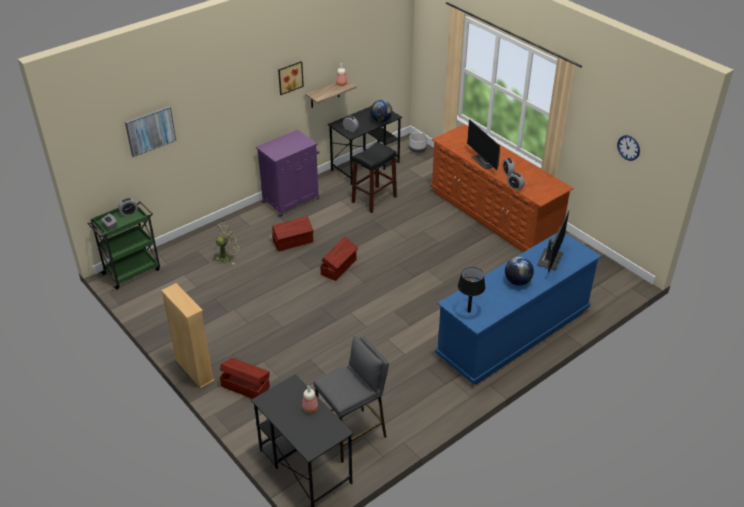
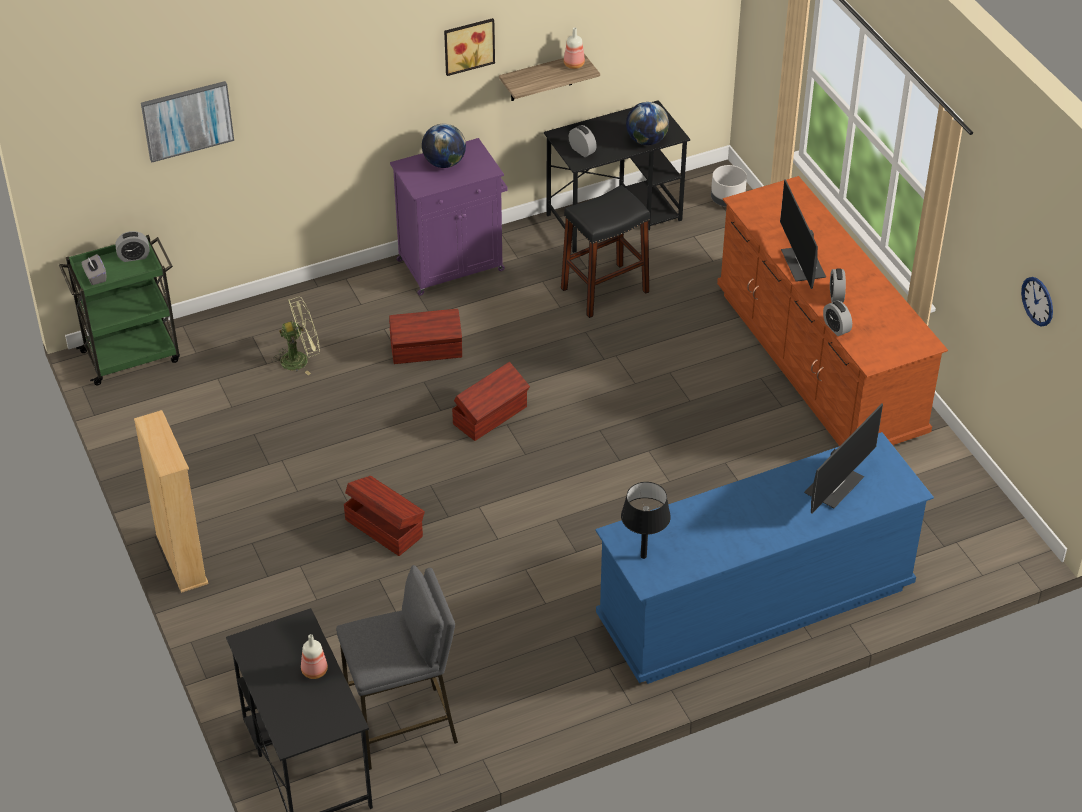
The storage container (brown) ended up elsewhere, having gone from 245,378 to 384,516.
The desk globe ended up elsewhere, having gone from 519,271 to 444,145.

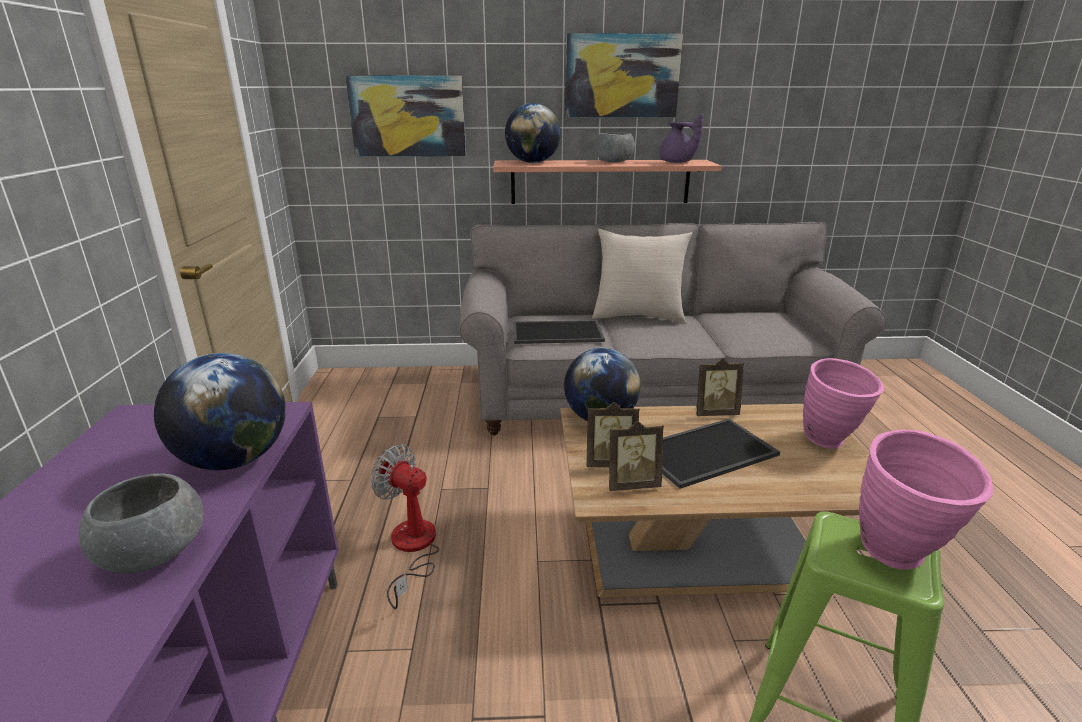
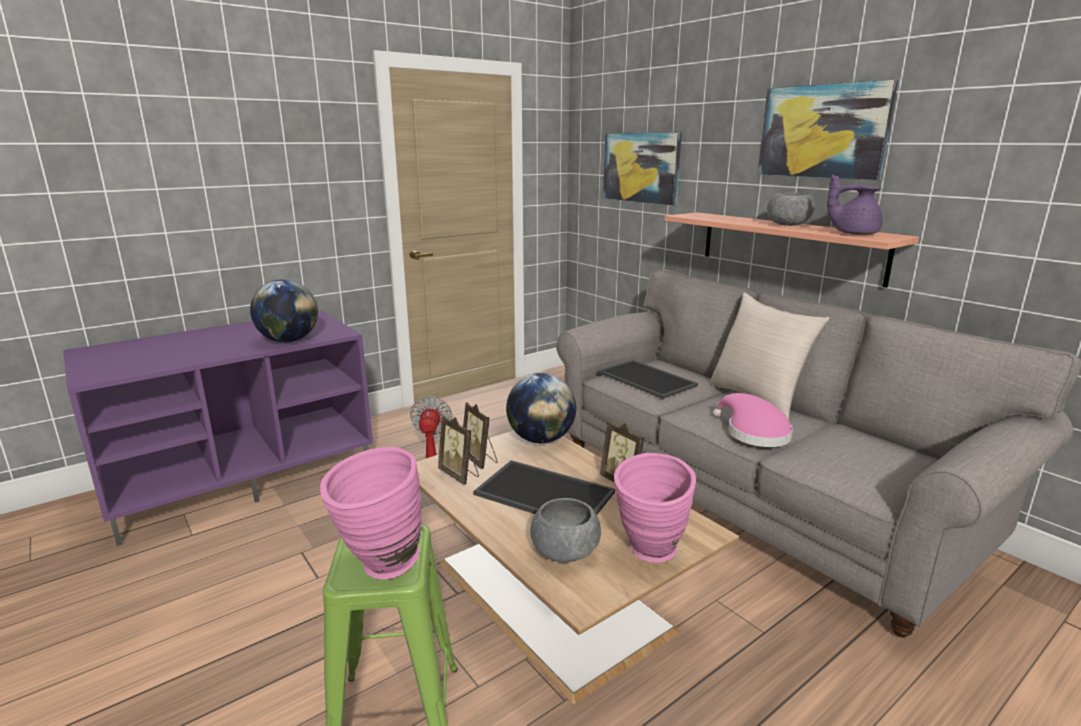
The serving bowl (grey) ended up elsewhere, having gone from 141,524 to 565,530.
The second view lost the desk globe at 533,133.
The tea pot (purplish) at 681,138 ended up facing another way, 90 degrees clockwise from before.
The second view gained the clothing hat (pinkish) at 753,420.

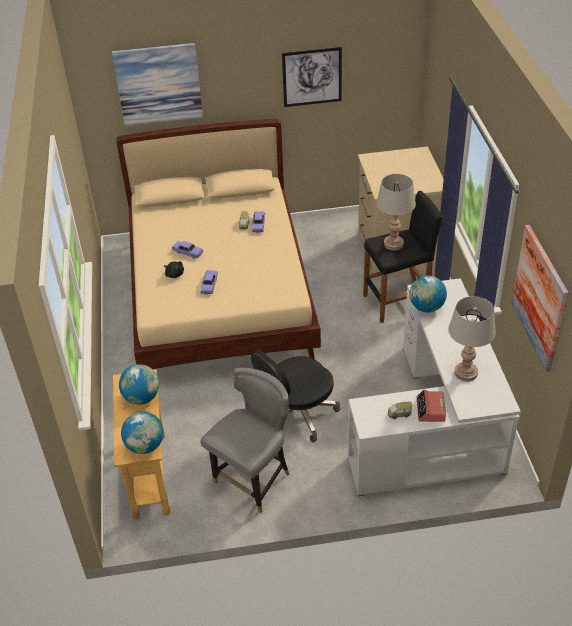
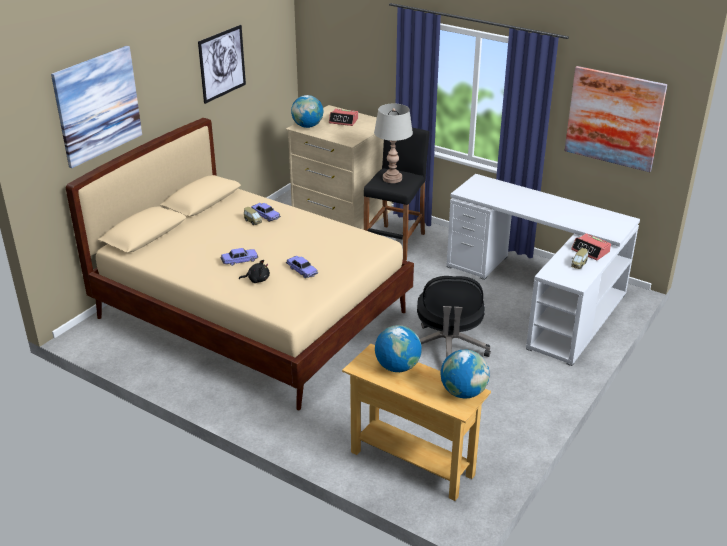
The second view lost the plain chair (grey) at 245,440.
The desk globe ended up elsewhere, having gone from 428,294 to 307,111.
The second view lost the lamp for a table (grey) at 472,339.
The second view gained the alarm clock at 343,117.

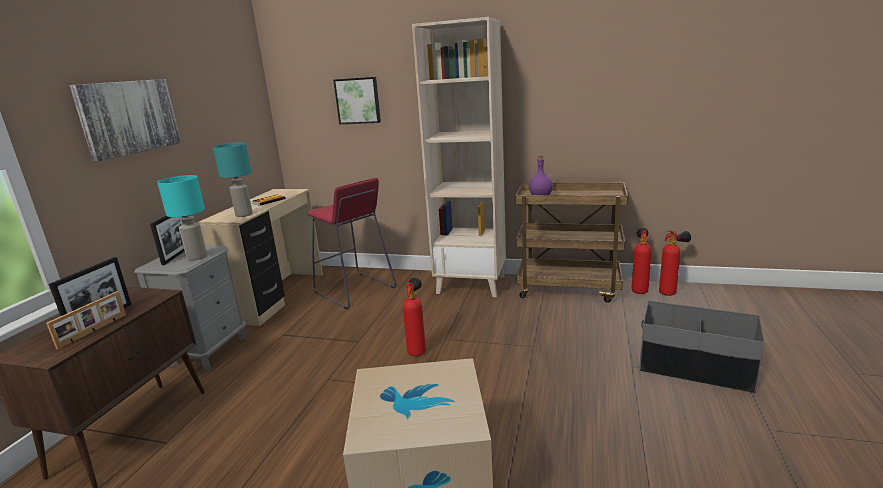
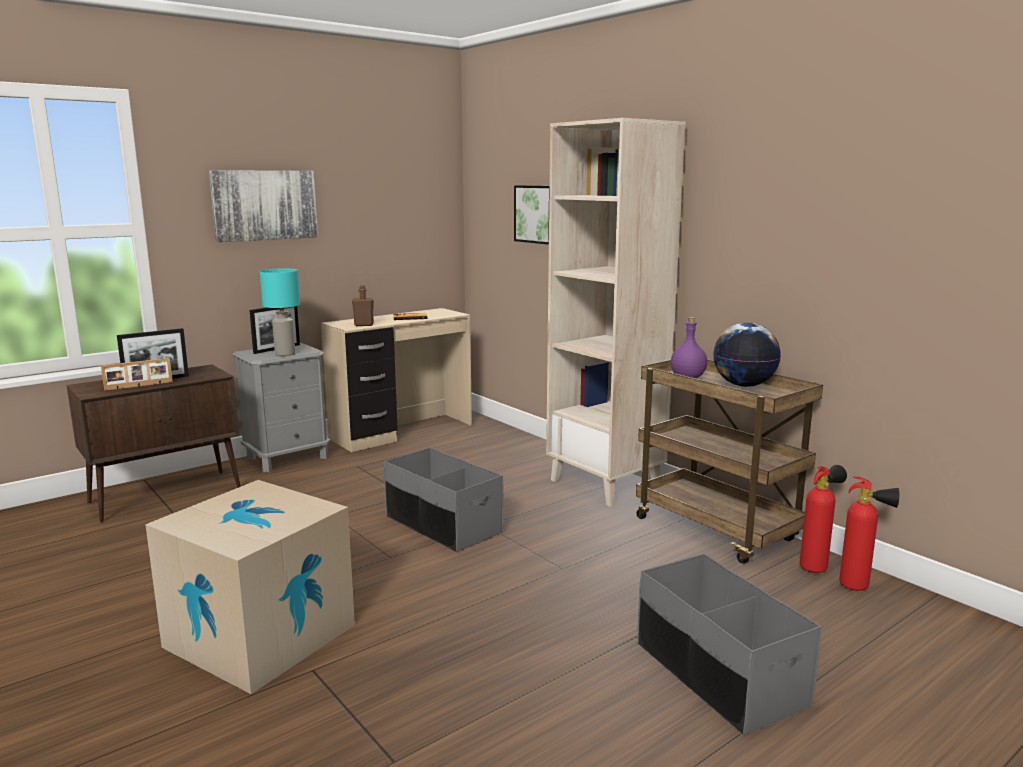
Where the lamp for a table (blue-green) stood at 233,179, the beverage bottle (brown) came to stand at 363,305.
The second view lost the stool seat (reddish) at 352,243.
Where the fire-fighting cylinder stood at 414,317, the storage container (grey) came to stand at 444,499.
The second view gained the desk globe at 747,354.

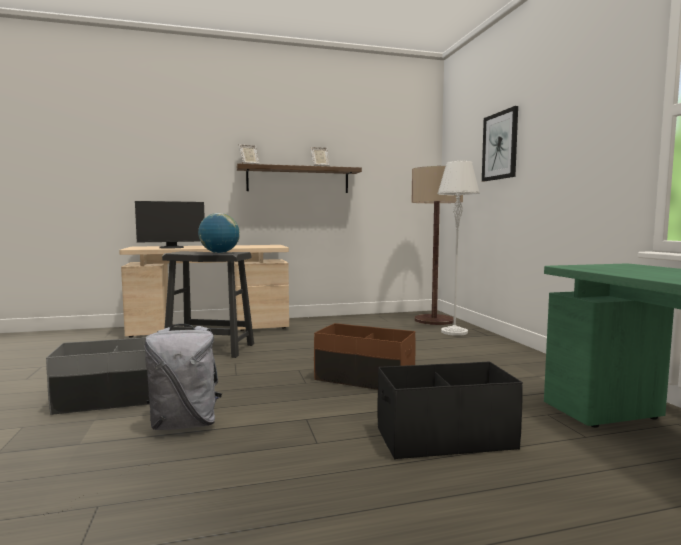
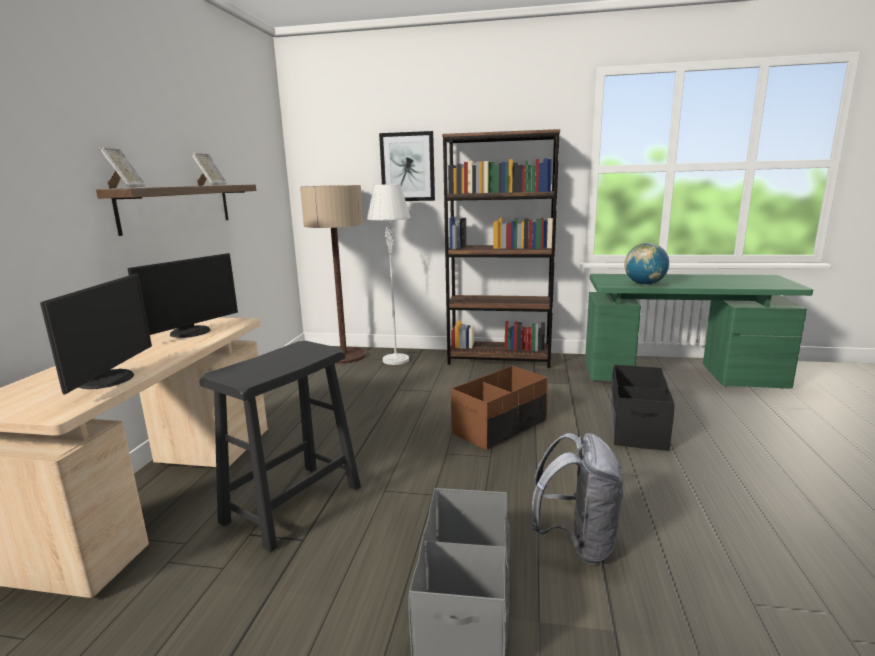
The desk globe ended up elsewhere, having gone from 219,233 to 647,264.
The second view gained the monitor at 182,295.
The second view gained the bookshelf (brown) at 501,248.

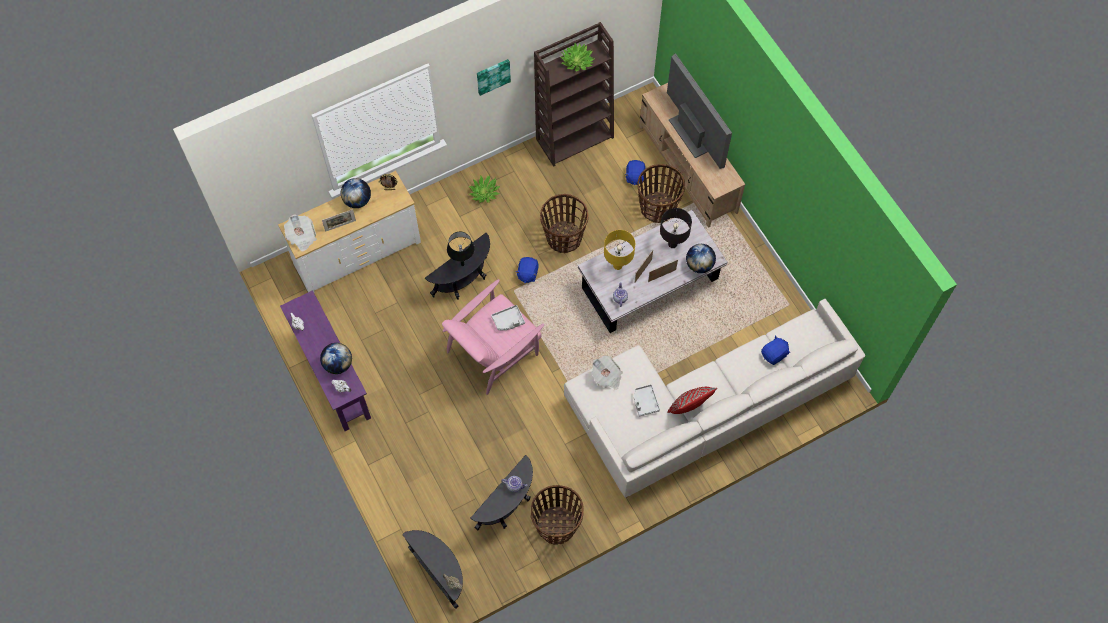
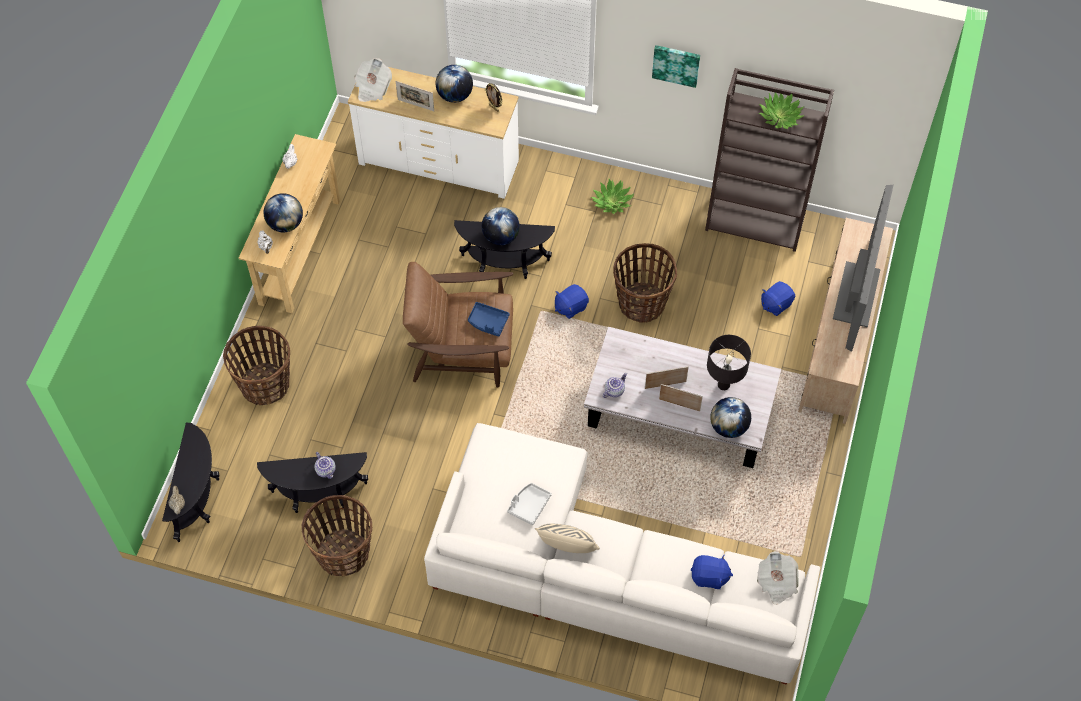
What was the console table (purplish) at 325,360 turned into the console table (sand-coloured) at 289,223.
What was the armchair (pinkish) at 493,337 turned into the armchair (brown) at 458,325.
Where the lamp for a table (blackish) stood at 461,249, the desk globe came to stand at 501,226.
What was the tray (grey) at 508,317 turned into the tray (bluish) at 488,319.
The daily paper ended up elsewhere, having gone from 607,373 to 778,578.
The second view lost the lamp for a table (yellow-coloured) at 619,250.
The storage basket ended up elsewhere, having gone from 661,193 to 256,365.
What was the cushion (reddish) at 692,400 turned into the cushion (sand-coloured) at 567,538.

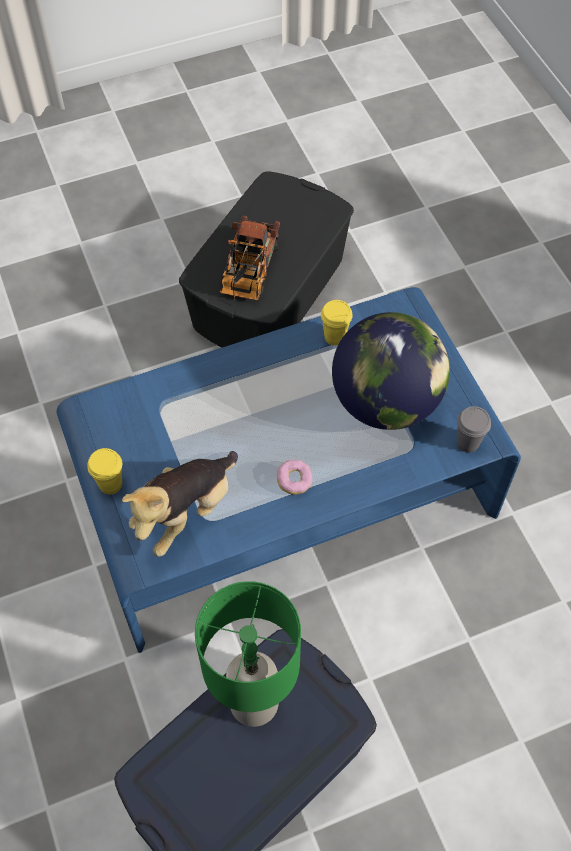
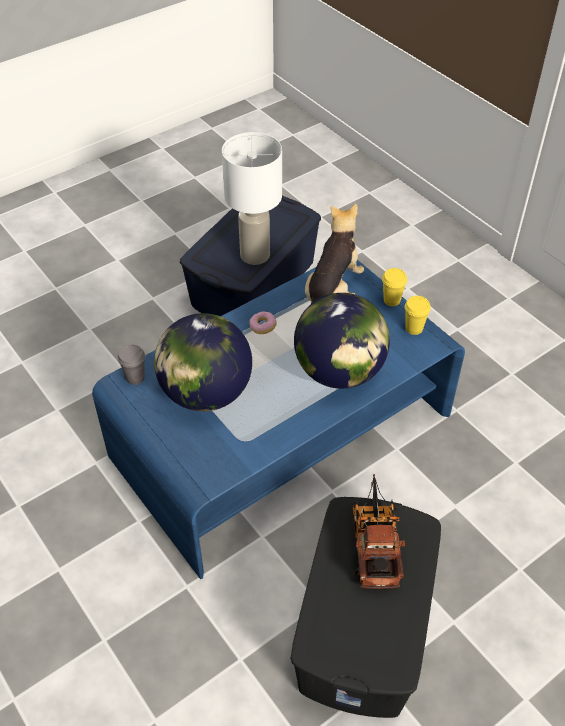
What was the lamp for a table (greenish) at 248,654 turned into the lamp for a table (whitish) at 252,198.
The drinking cup (yellow-coloured) ended up elsewhere, having gone from 337,323 to 418,315.
The second view gained the desk globe at 342,341.

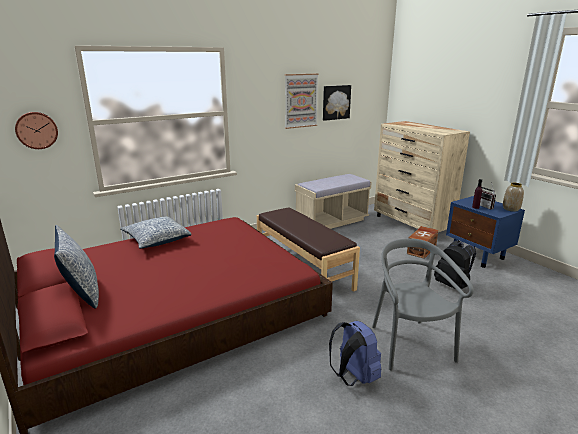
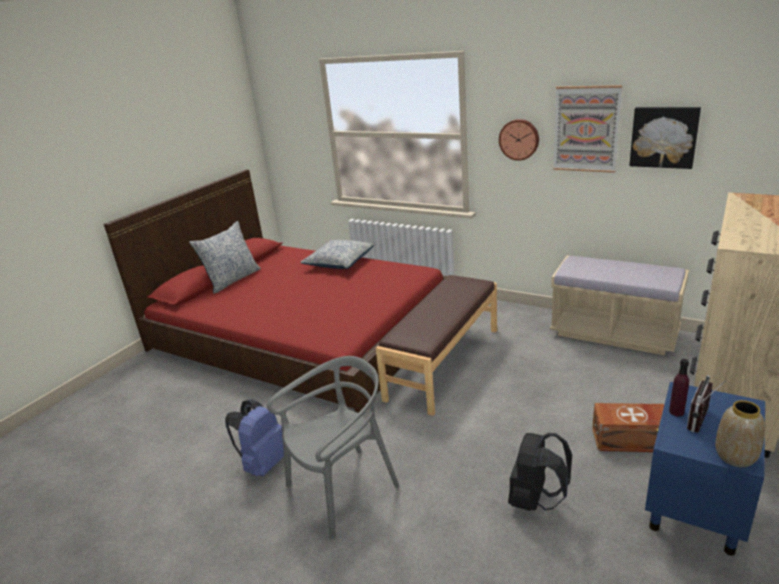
The wall clock ended up elsewhere, having gone from 36,130 to 519,140.

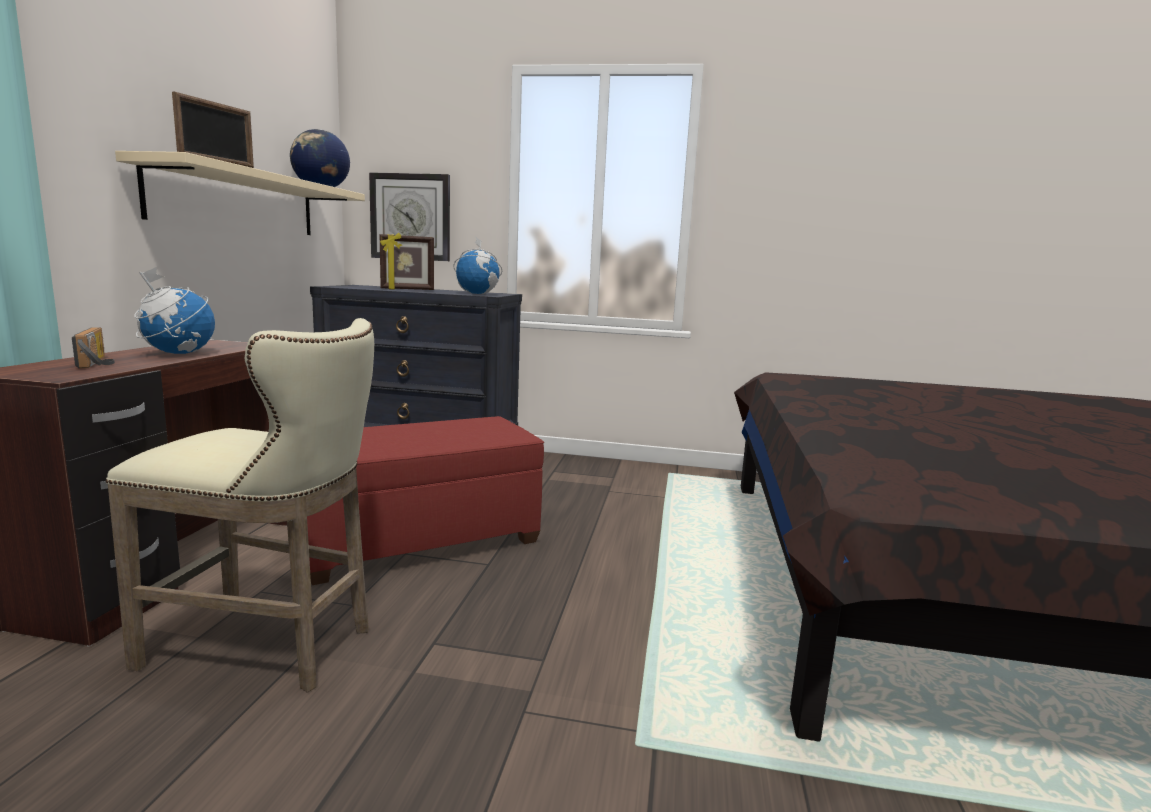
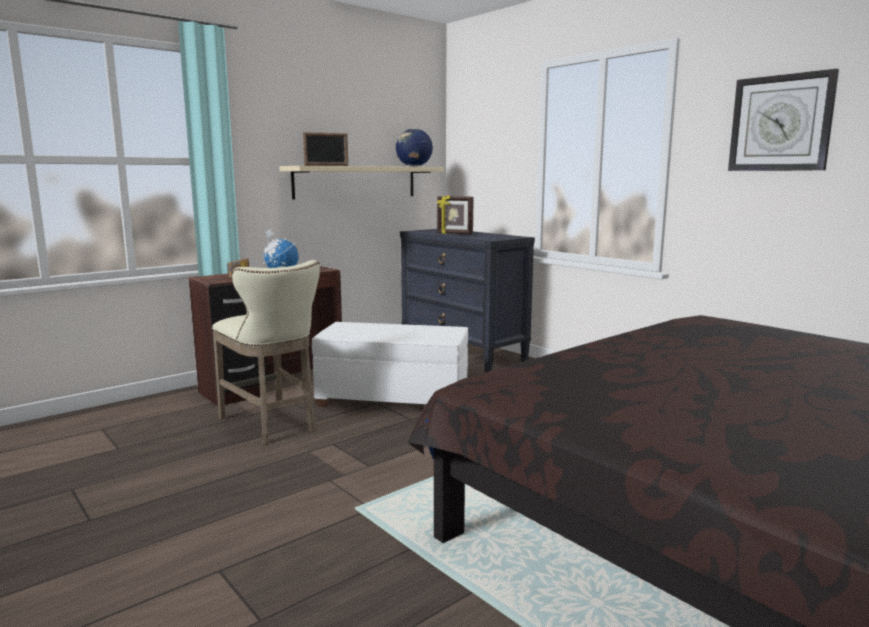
What was the pouffe (reddish) at 425,500 turned into the pouffe (whitish) at 390,364.
The wall clock ended up elsewhere, having gone from 409,216 to 783,120.
The second view lost the desk globe at 477,265.

